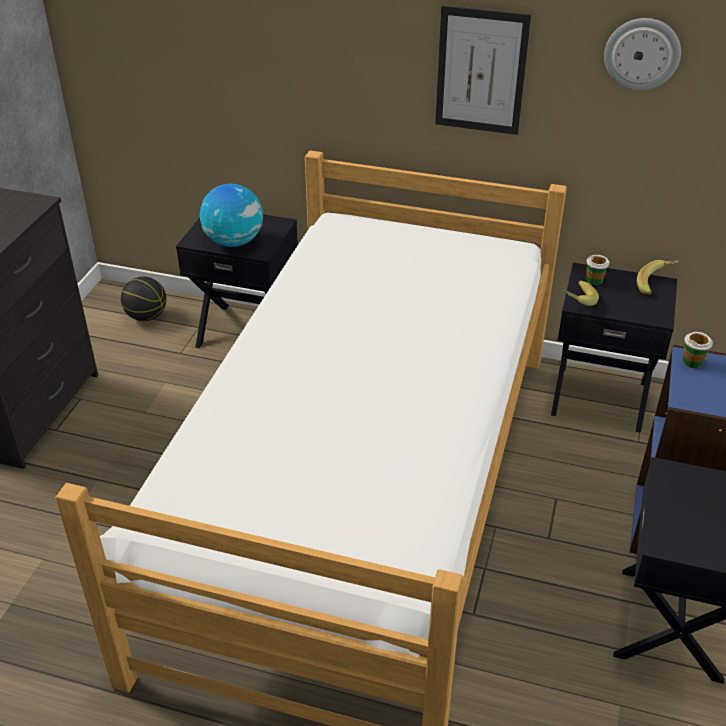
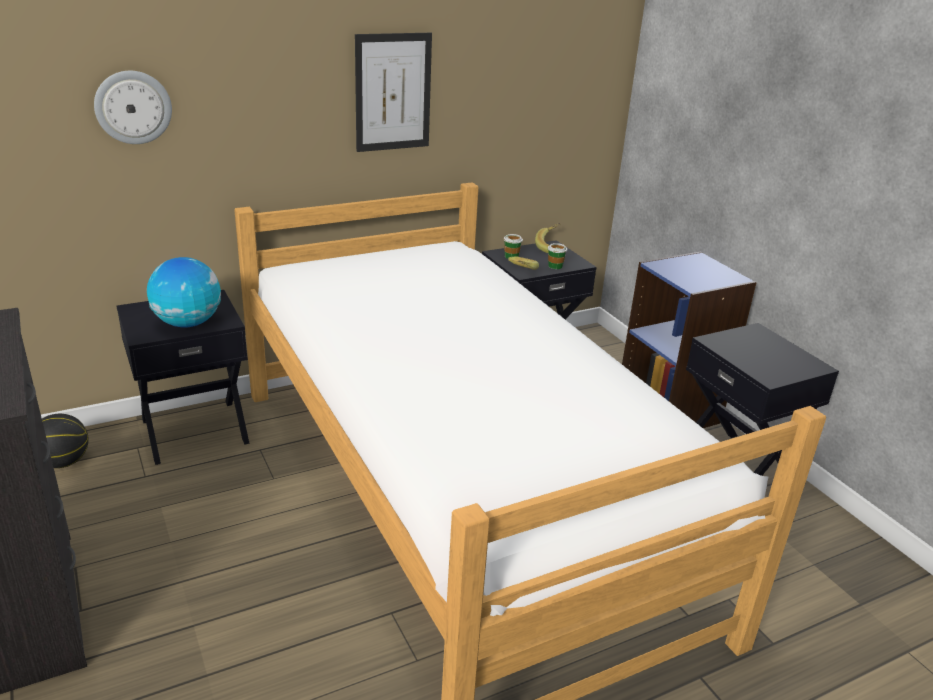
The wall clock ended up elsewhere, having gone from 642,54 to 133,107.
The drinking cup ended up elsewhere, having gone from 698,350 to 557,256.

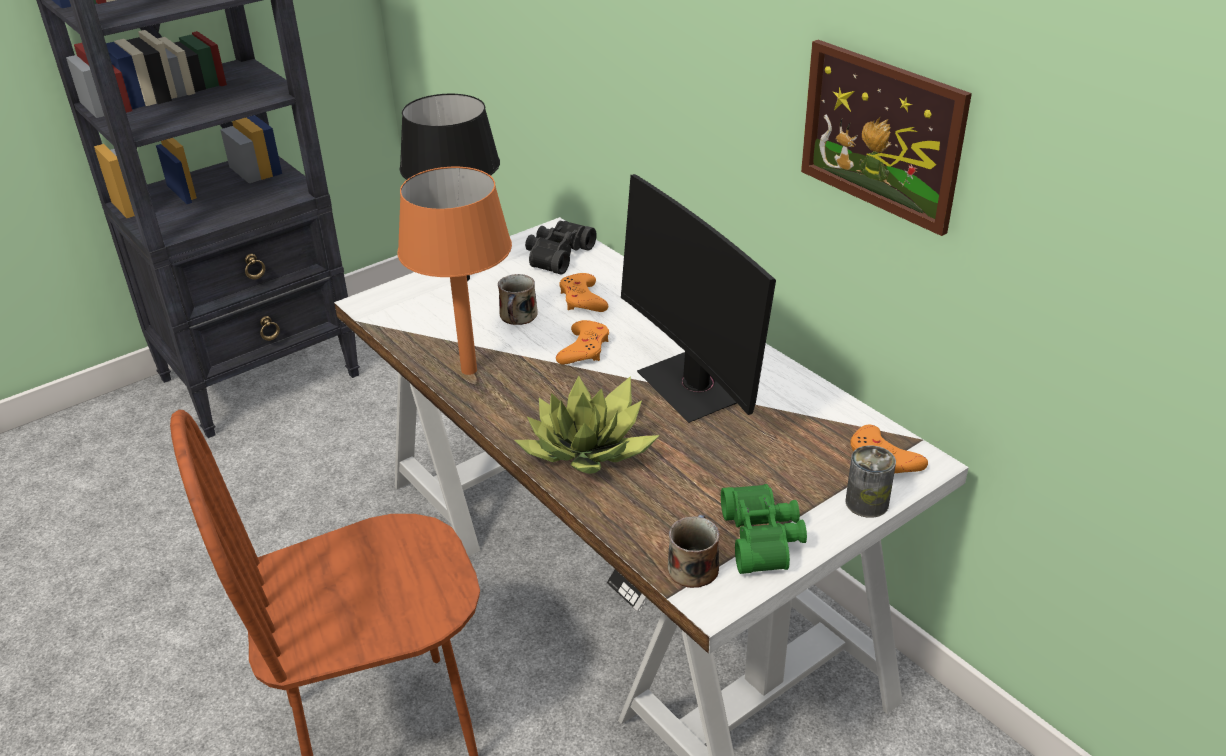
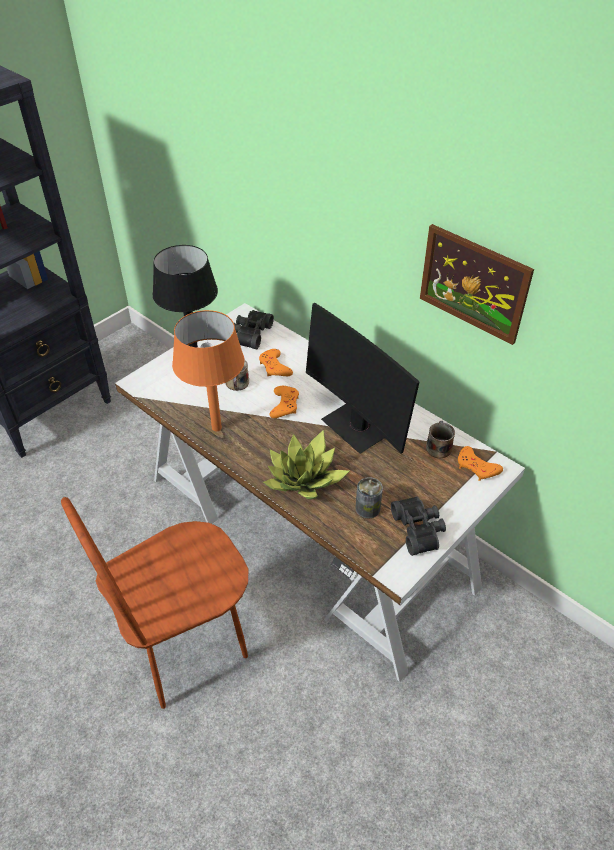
The tea mug ended up elsewhere, having gone from 693,551 to 440,439.
What was the pair of binoculars (greenish) at 764,529 turned into the pair of binoculars (blackish) at 418,526.
The sealed can ended up elsewhere, having gone from 870,481 to 369,497.

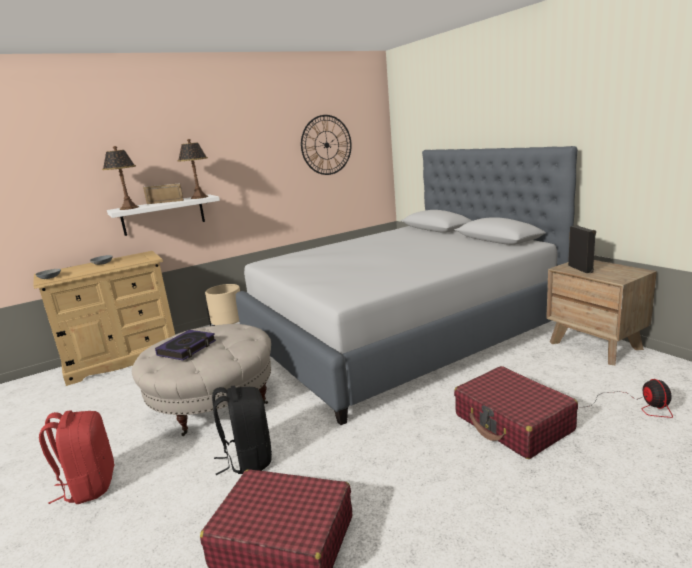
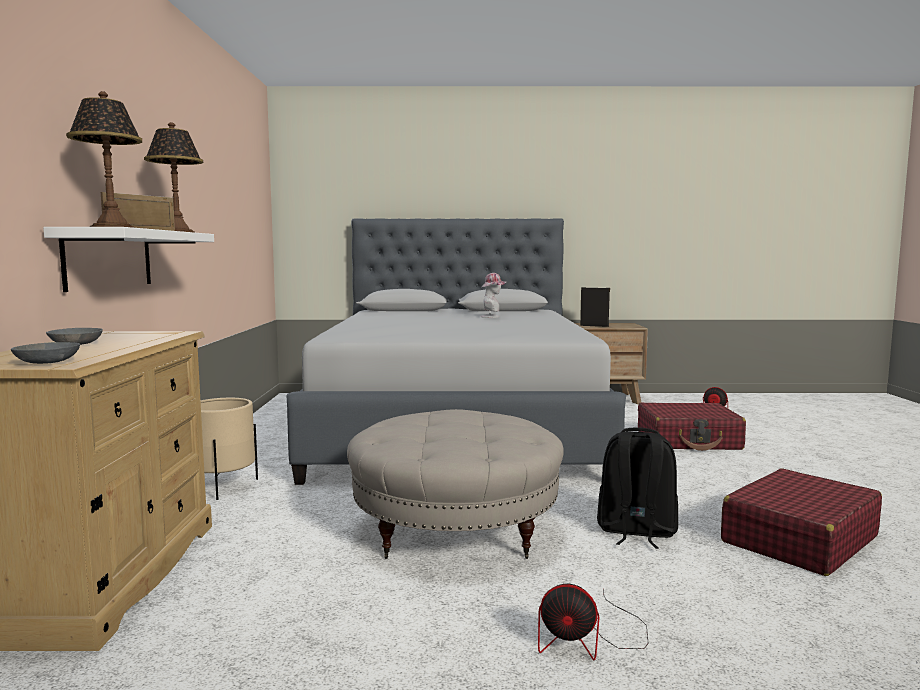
Where the backpack (reddish) stood at 76,457, the electric fan came to stand at 593,622.
The second view lost the bound book at 185,345.
The second view lost the wall clock at 326,145.
The second view gained the clothing hat at 493,295.

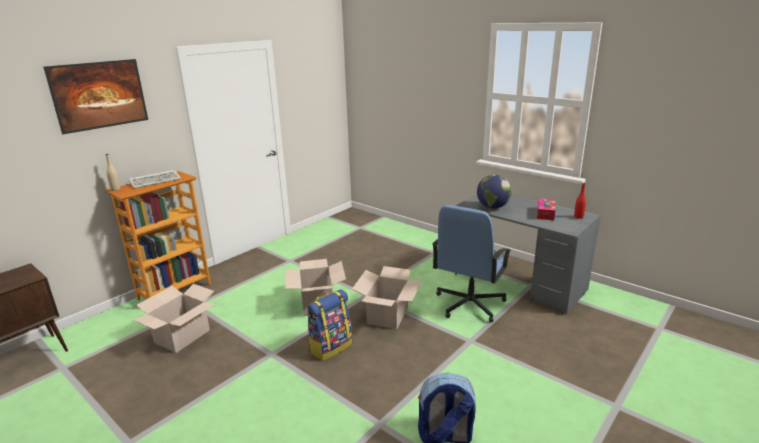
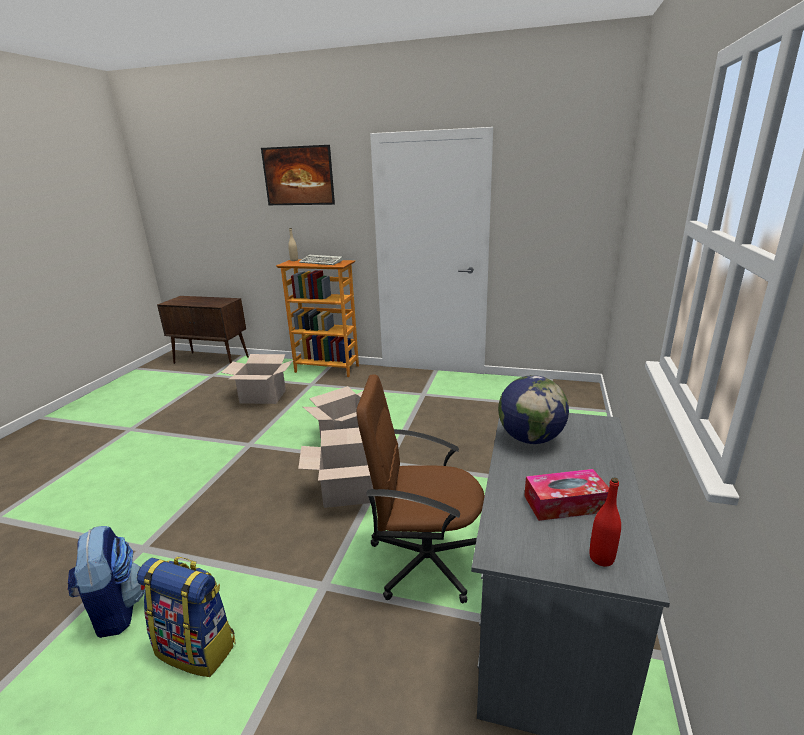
The backpack ended up elsewhere, having gone from 329,325 to 186,617.
What was the office chair (bluish) at 471,263 turned into the office chair (brown) at 420,489.

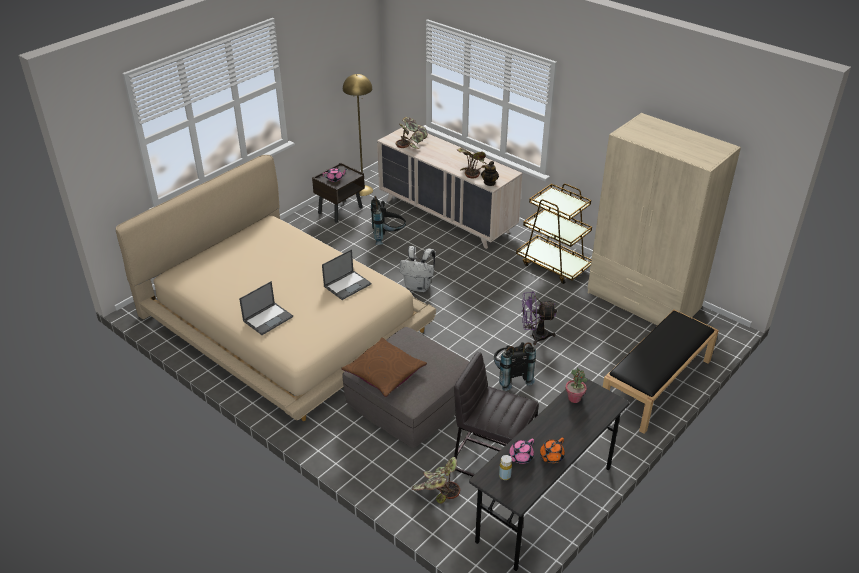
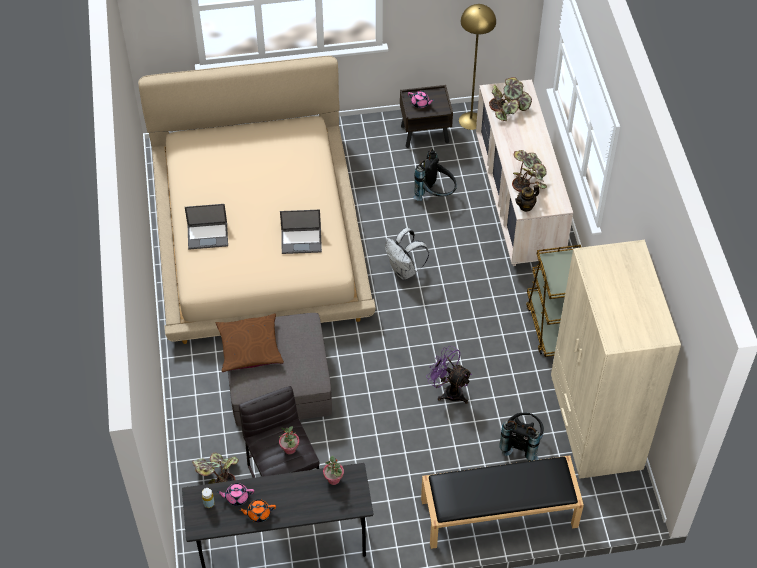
The backpack (blackish) ended up elsewhere, having gone from 515,366 to 522,436.
The second view gained the houseplant at 289,440.

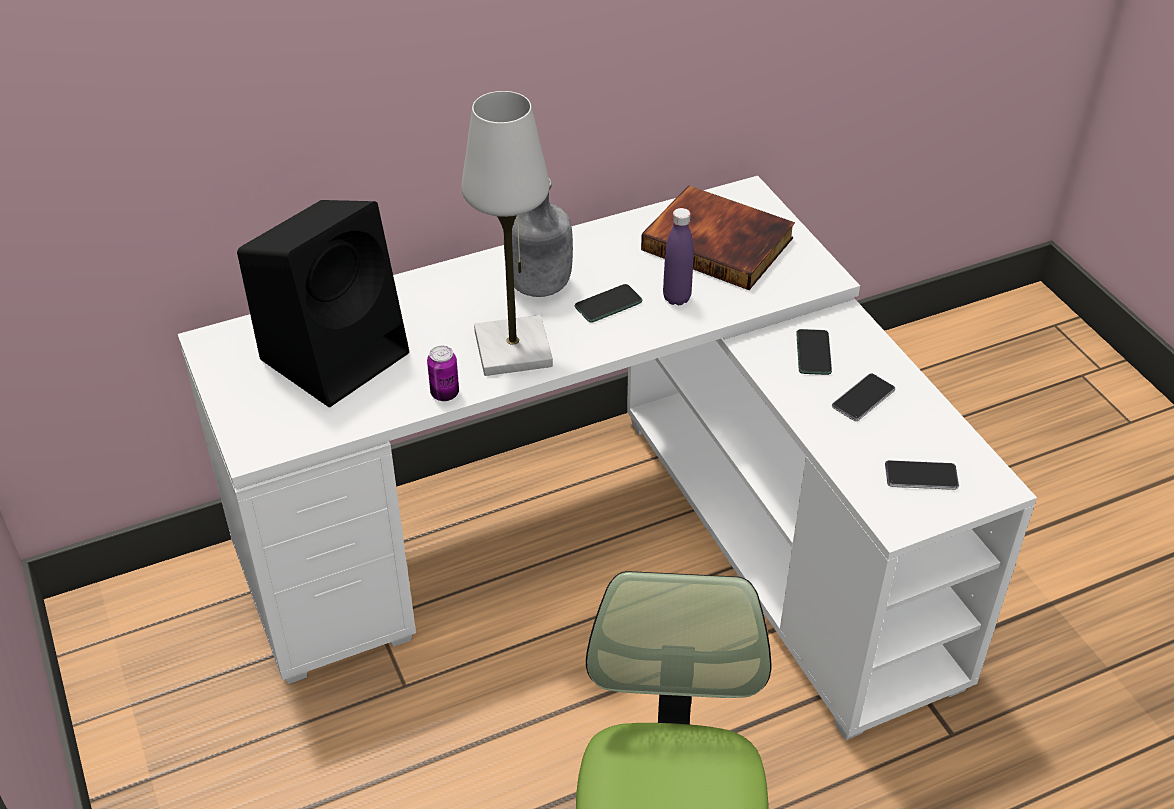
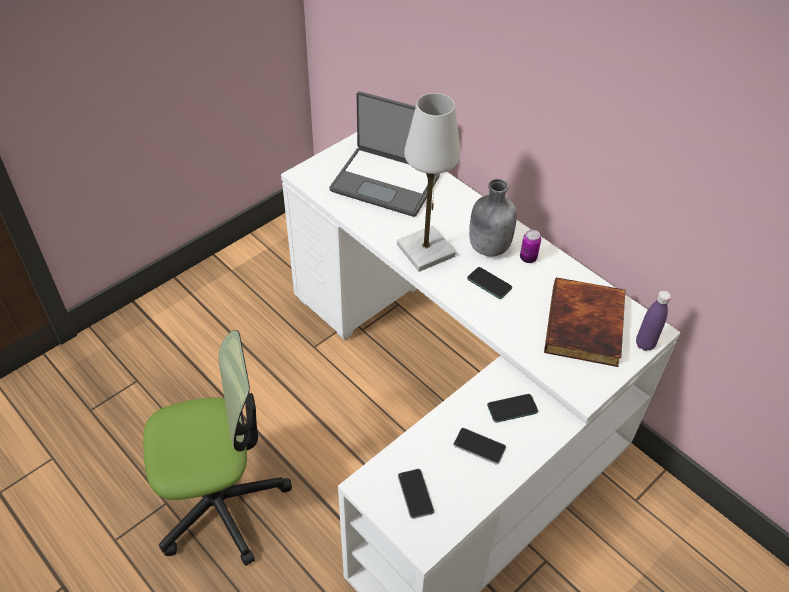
Where the loudspeaker (blackish) stood at 323,303, the laptop came to stand at 384,154.
The sealed can ended up elsewhere, having gone from 443,373 to 530,246.
The beverage bottle (purplish) ended up elsewhere, having gone from 678,256 to 653,321.

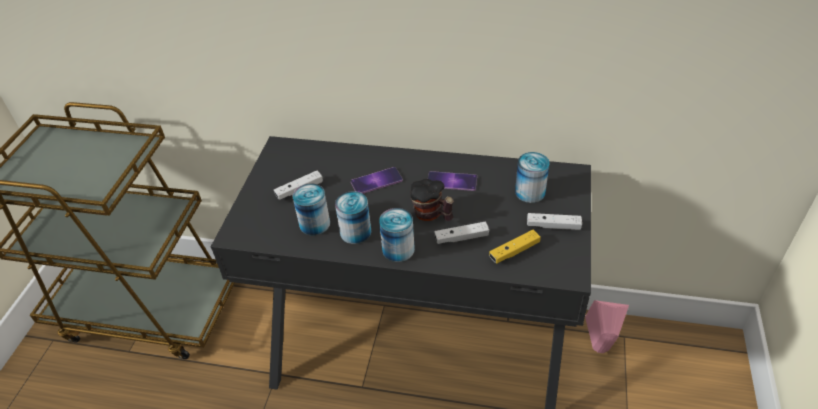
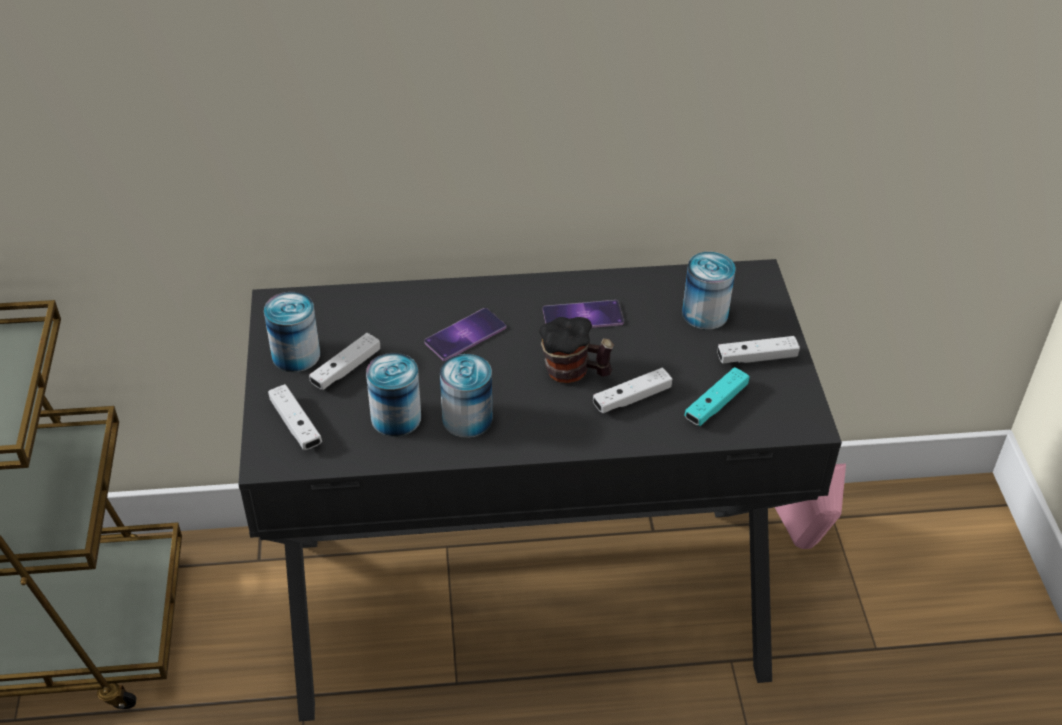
The sealed can ended up elsewhere, having gone from 397,235 to 292,332.
What was the joypad (yellow-coloured) at 515,246 turned into the joypad (blue-green) at 717,396.
The second view gained the joypad (whitish) at 295,417.

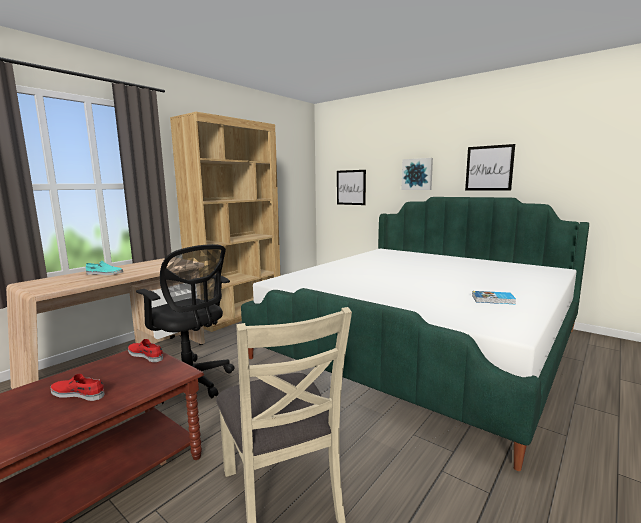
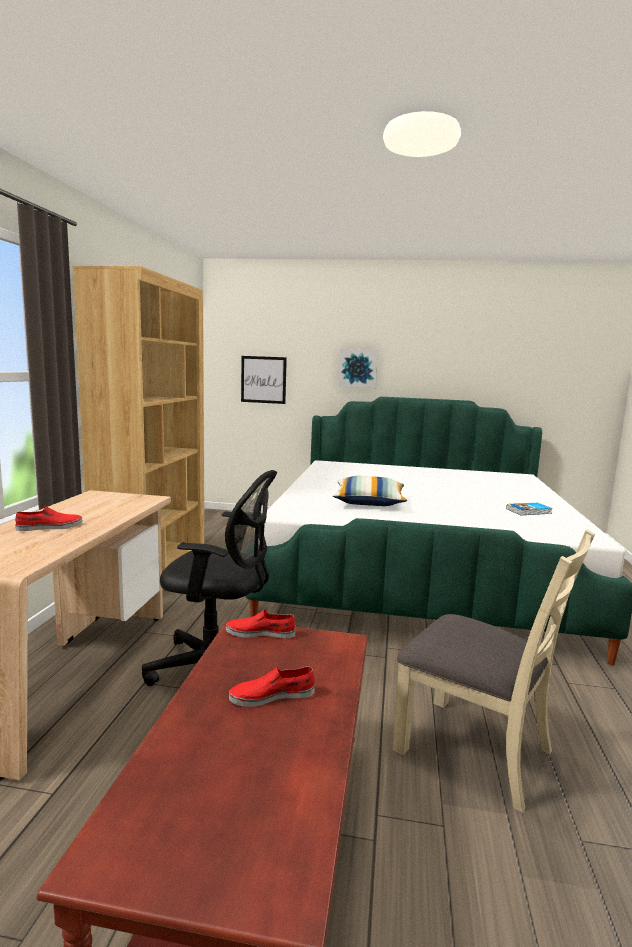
What was the shoe (blue-green) at 104,268 turned into the shoe (reddish) at 49,518.
The second view lost the wall art at 490,167.
The second view gained the cushion at 370,491.

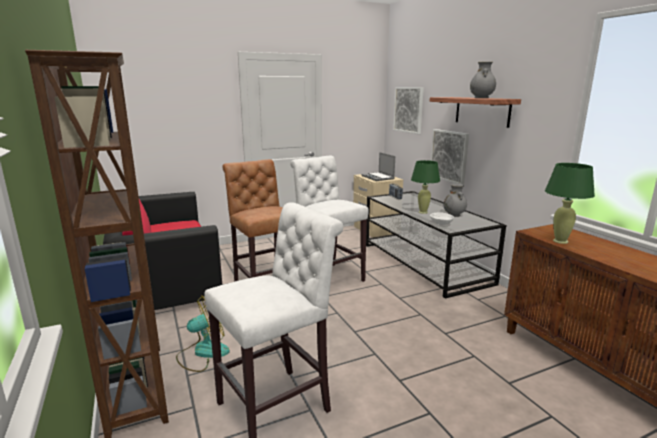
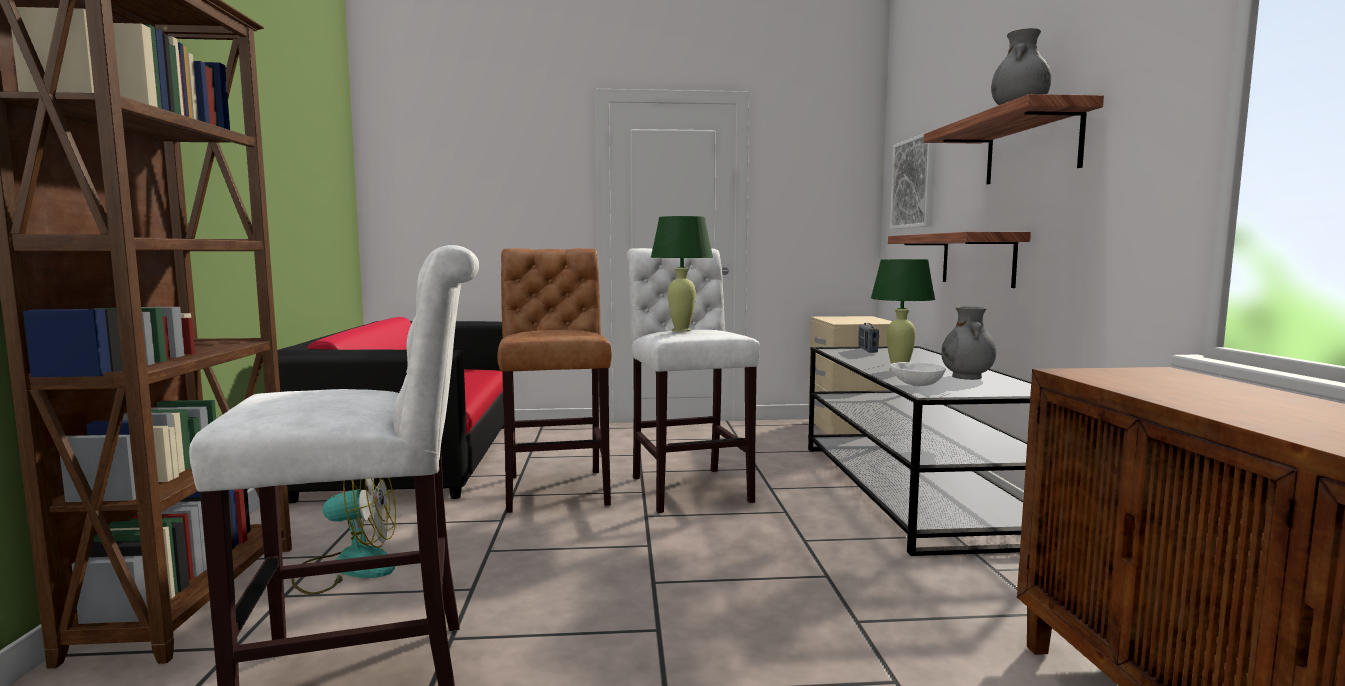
The second view lost the laptop at 378,166.
Where the wall art hung at 450,157, the bracket shelf came to hang at 959,260.
The lamp for a table (greenish) ended up elsewhere, having gone from 570,203 to 682,274.

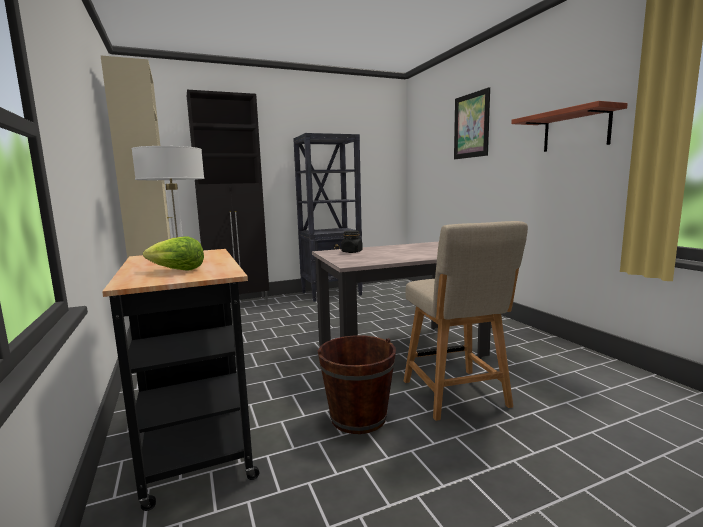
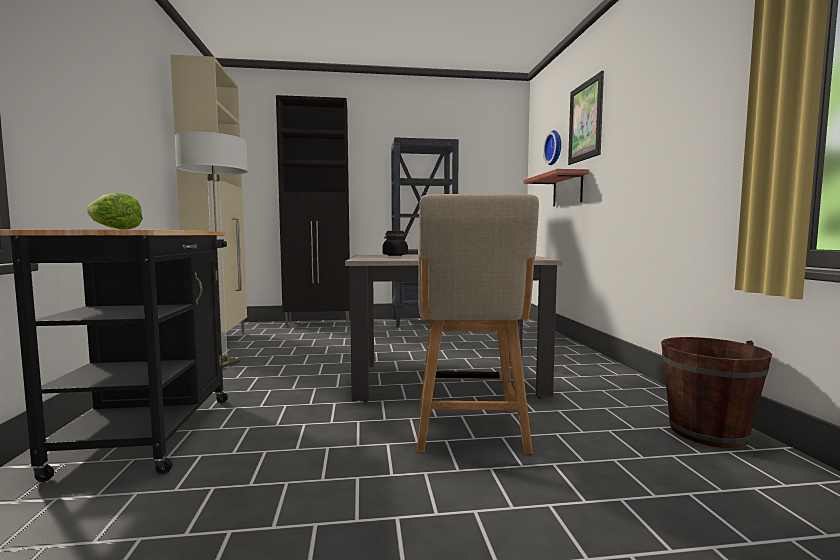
The bucket (brown) ended up elsewhere, having gone from 357,384 to 716,392.
The bracket shelf ended up elsewhere, having gone from 569,126 to 556,187.
The second view gained the wall clock at 552,147.

